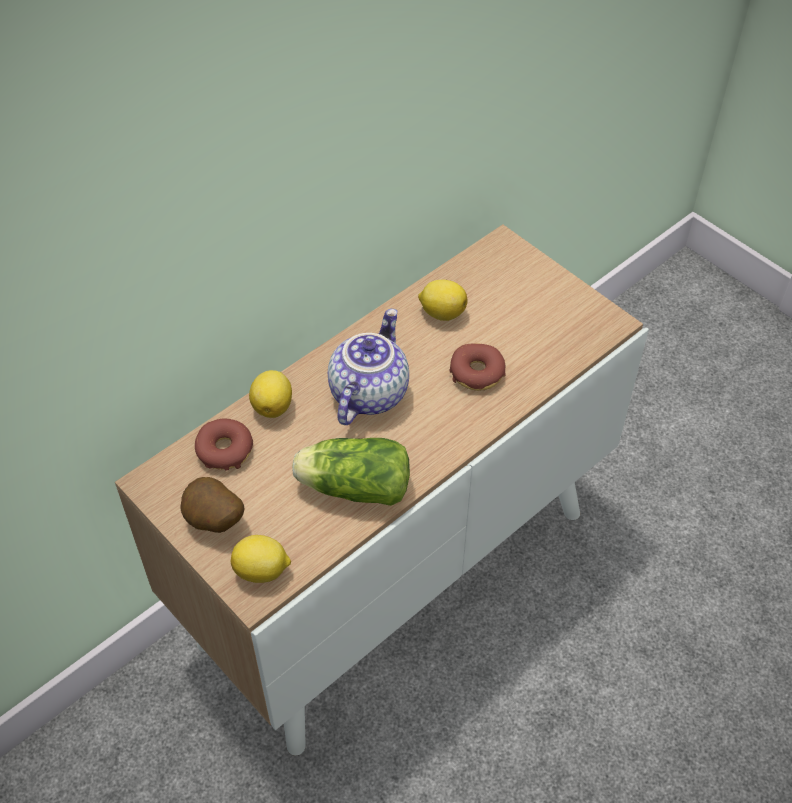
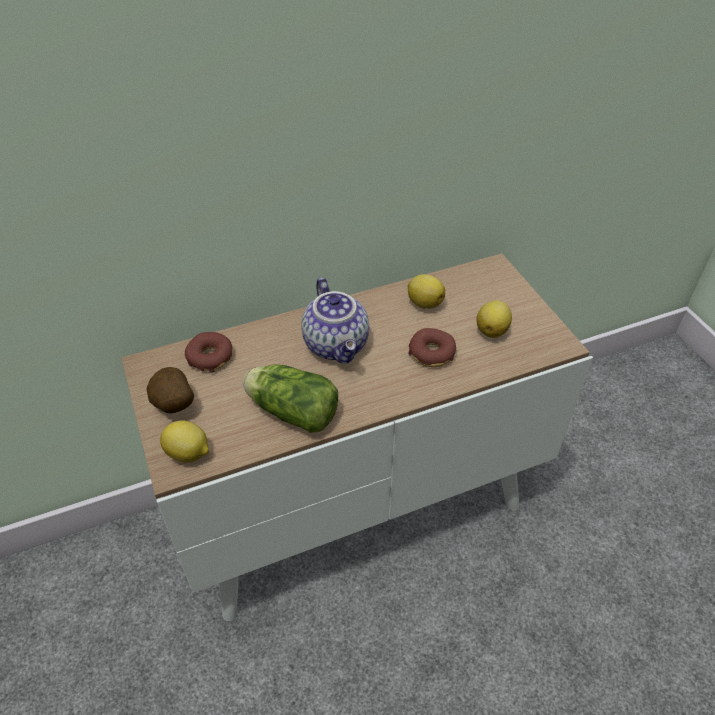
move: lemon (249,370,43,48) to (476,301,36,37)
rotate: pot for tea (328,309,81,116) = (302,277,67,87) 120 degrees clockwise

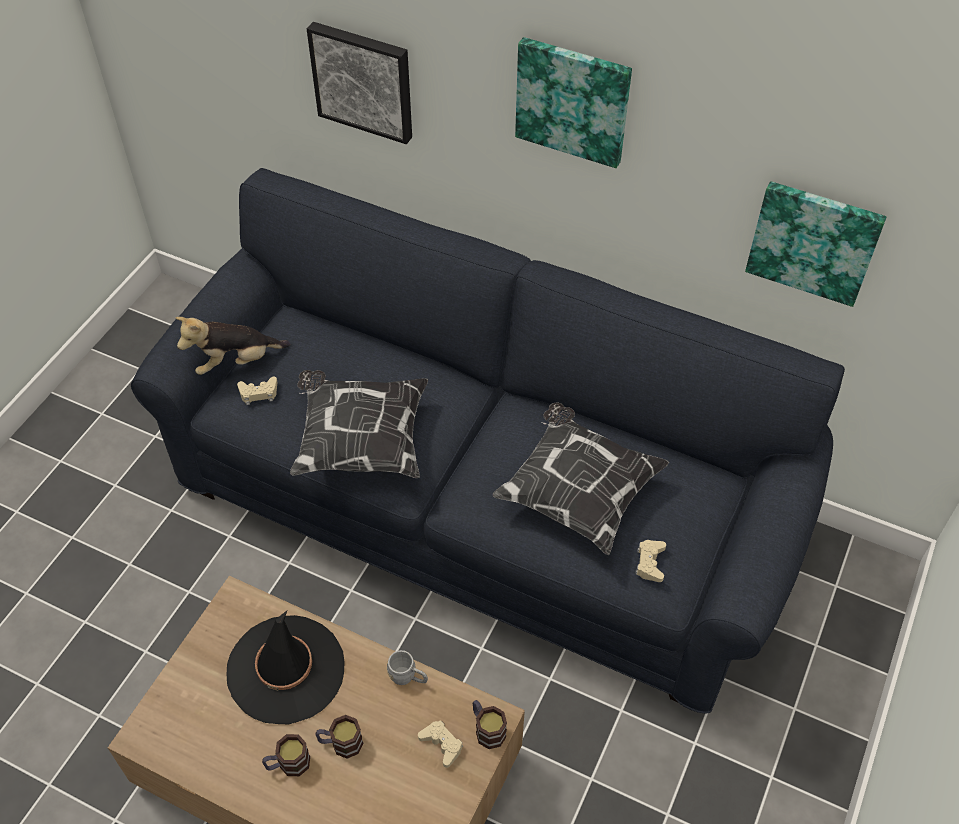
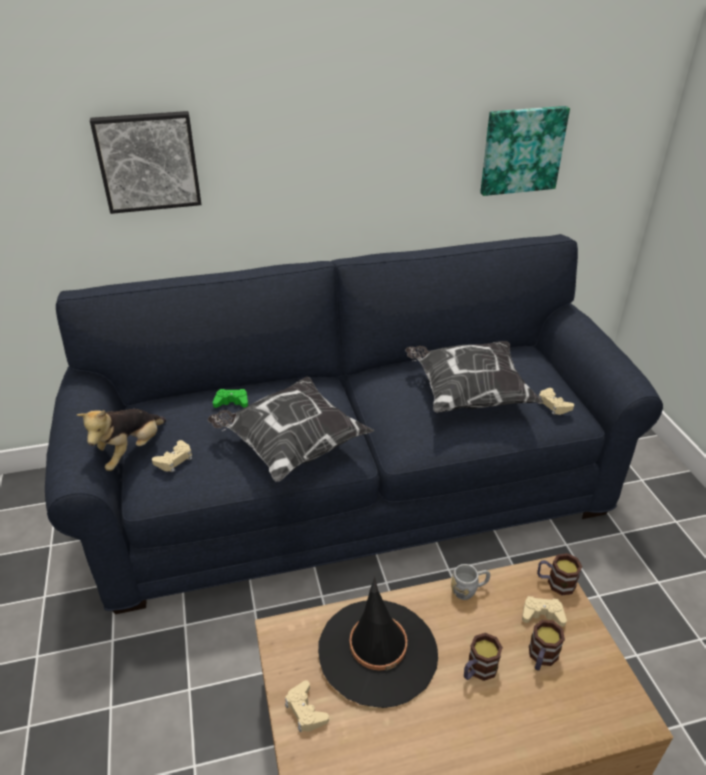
delete: wall art (515,37,117,131)
insert: game controller in greenish (213,389,35,19); game controller in beige-coloured (285,680,44,52)
move: coffee mug (262,734,48,42) to (529,620,36,51)

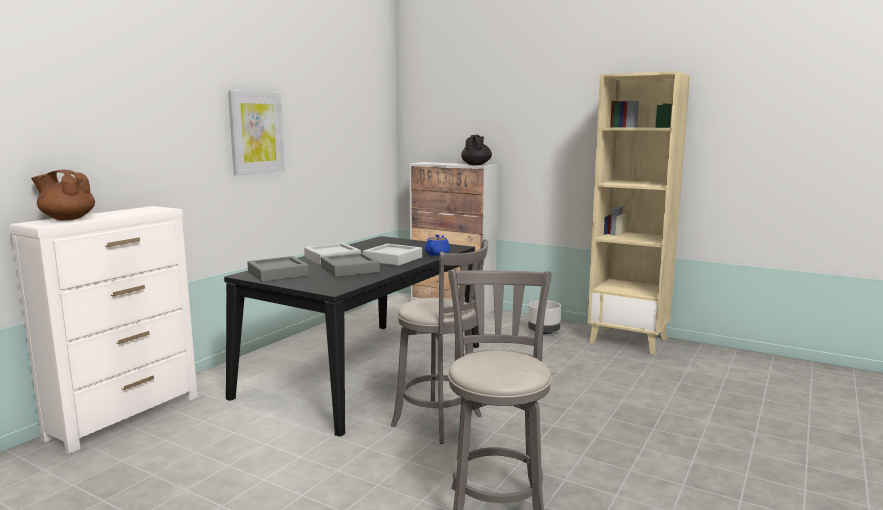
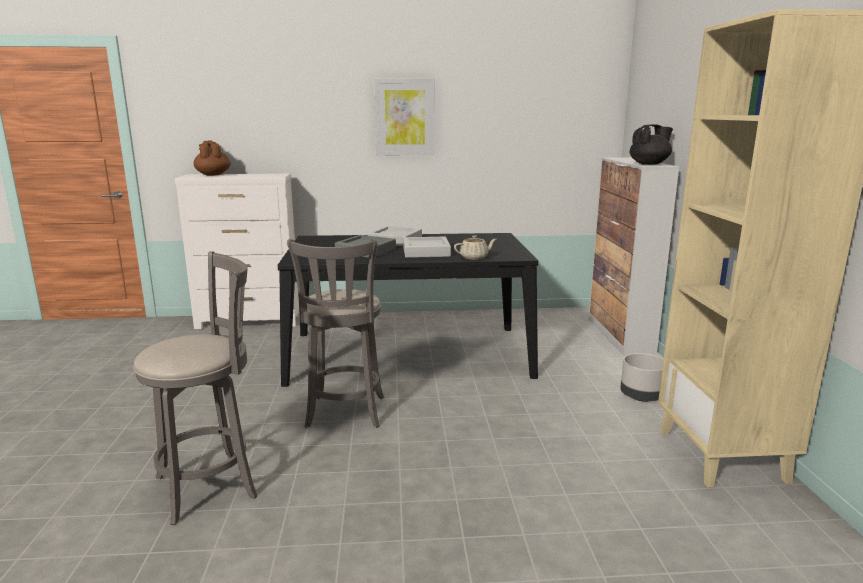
delete: carrying tray in greyish (247,256,62,26)
recolor: pot for tea in blue-coloured (425,235,25,21) to pot for tea in beige-coloured (454,235,42,25)

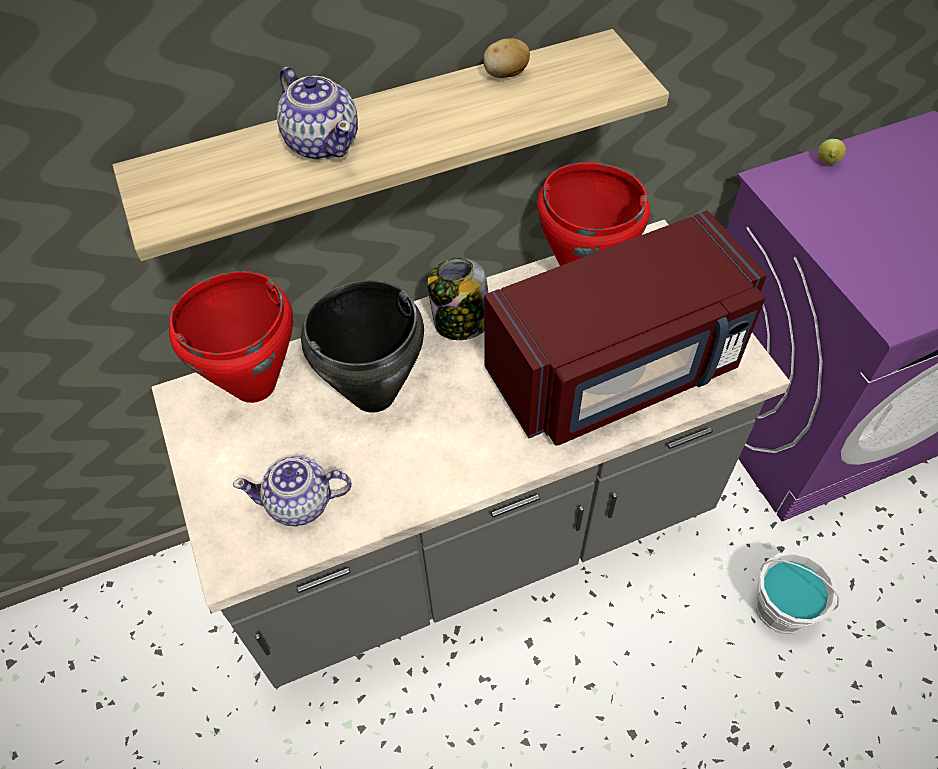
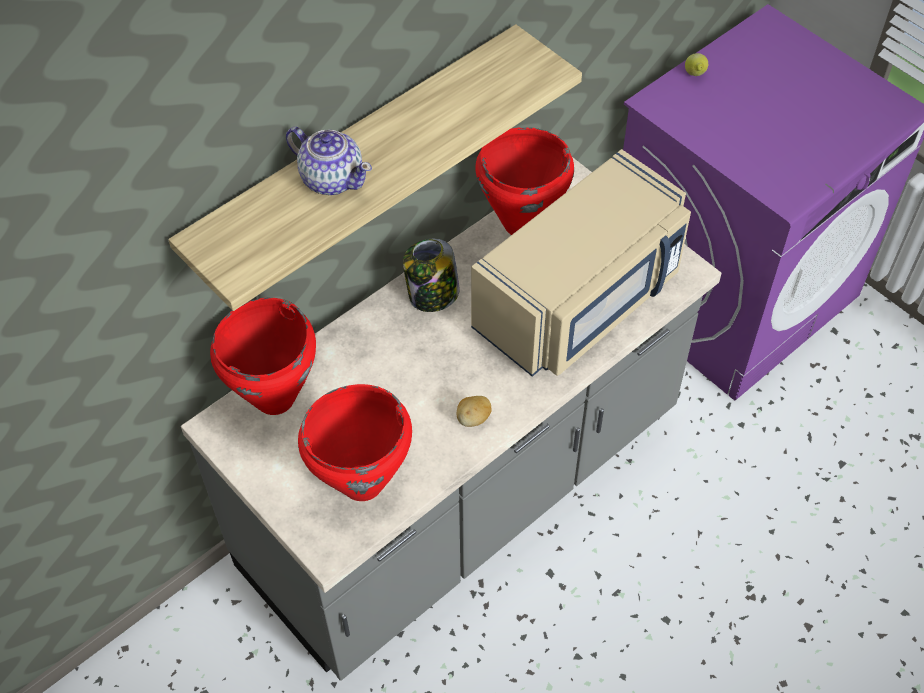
delete: cooking pot in black (301,280,123,133); water bucket in white (756,551,83,83)
move: spud (483,38,47,40) to (457,396,34,31)
replace: pot for tea (233,456,119,70) to cooking pot in red (298,384,114,117)
recolor: microwave in red (484,210,283,236) to microwave in beige-coloured (471,149,220,228)

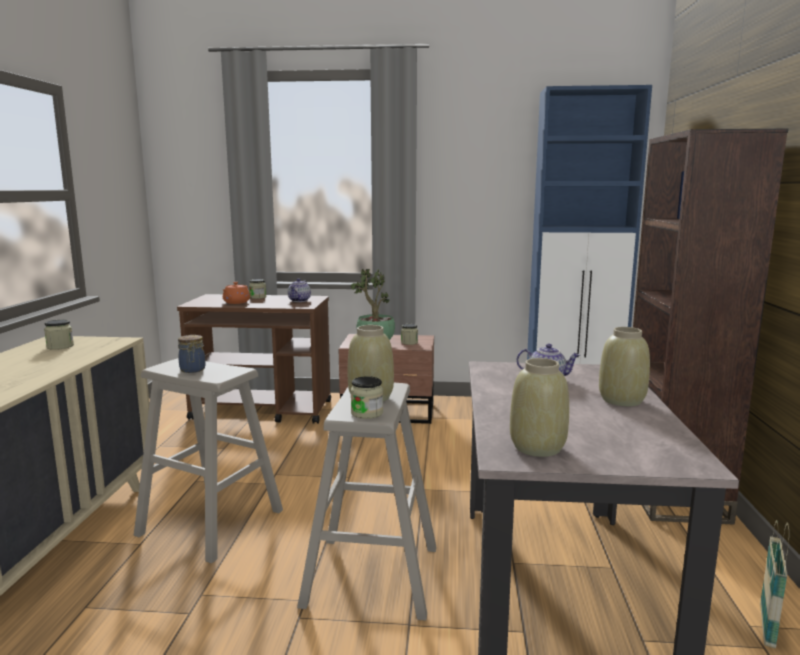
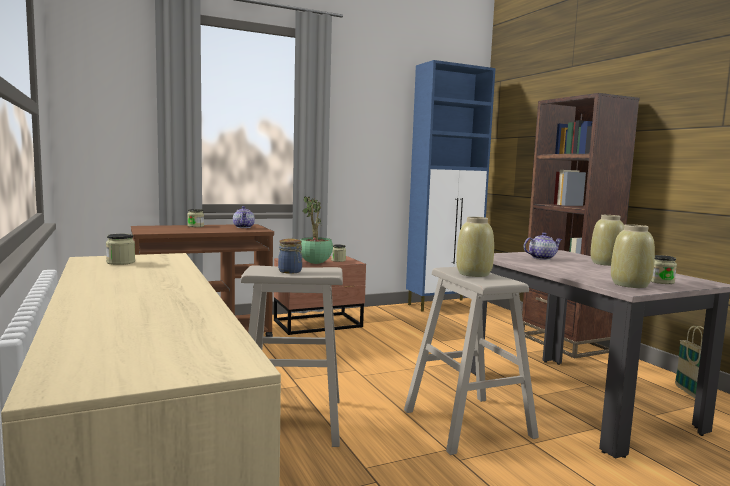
delete: pot for tea in orange-coloured (223,282,27,22)
move: jar (351,376,32,43) to (651,255,26,29)

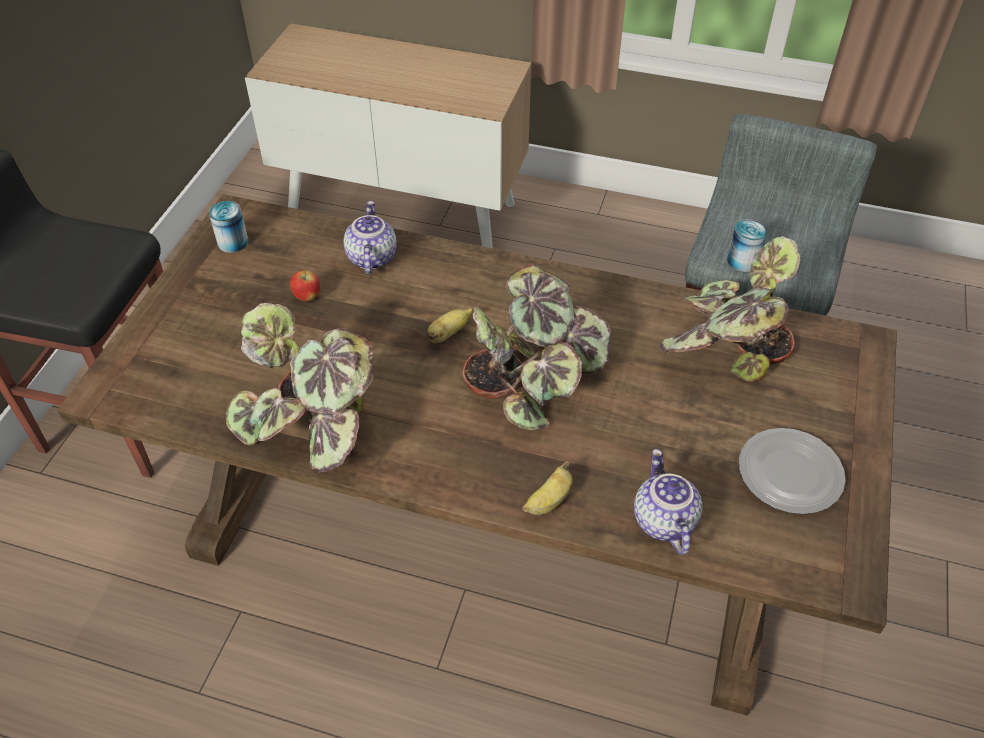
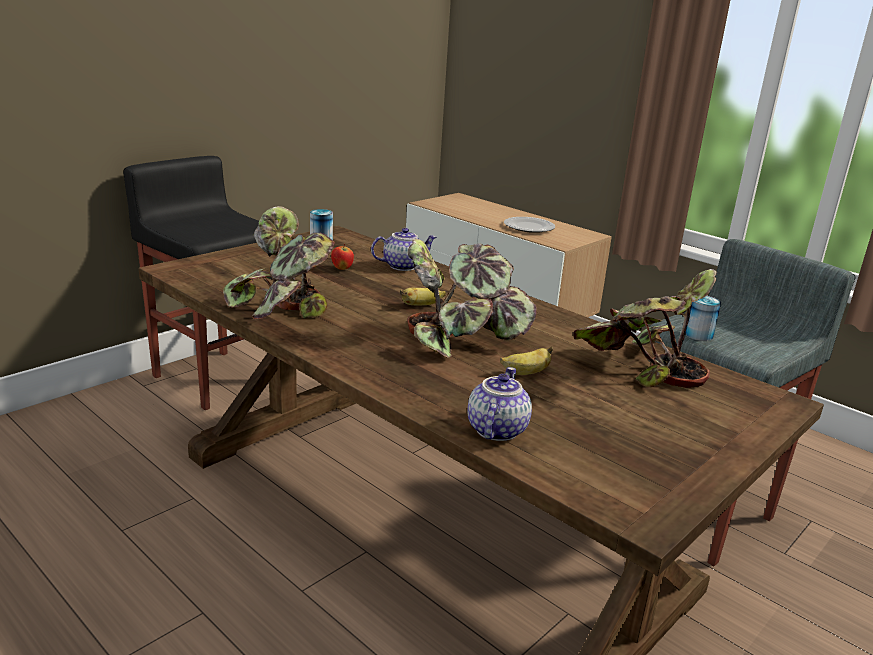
move: whole banana (523,461,50,54) to (500,347,53,28); flat dish (739,428,107,86) to (504,217,51,16)
rotate: pot for tea (343,201,54,73) = (371,228,66,43) 45 degrees clockwise

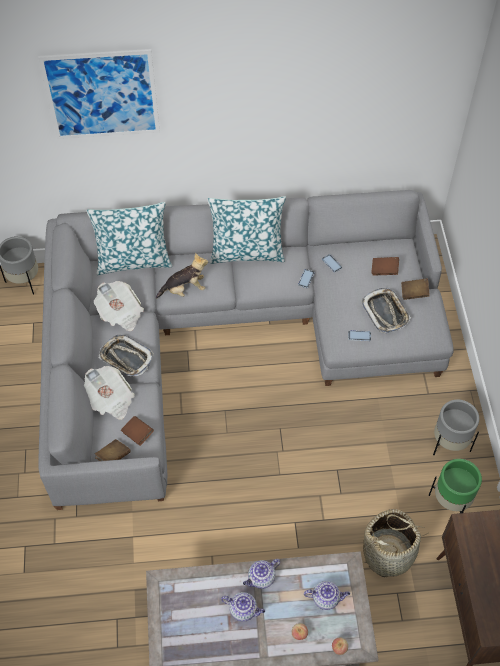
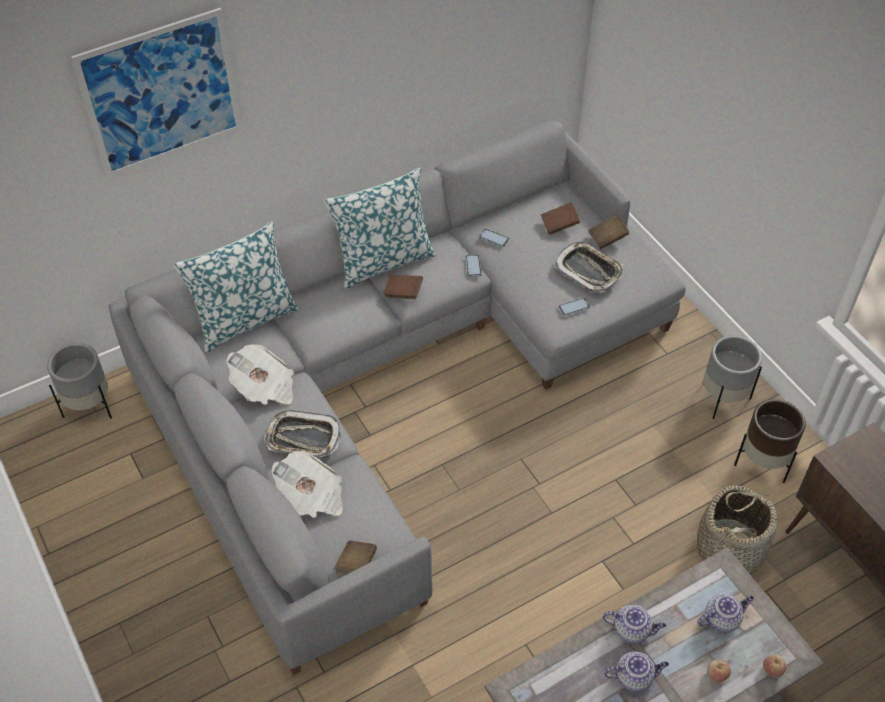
delete: soft toy (156,253,52,46)
move: volume in brownish (121,416,33,30) to (383,275,40,24)
recolor: flower pot in greenish (429,459,53,54) to flower pot in brownish (734,399,72,84)
rotate: pot for tea (243,559,37,30) = (603,605,63,39) 105 degrees counterclockwise

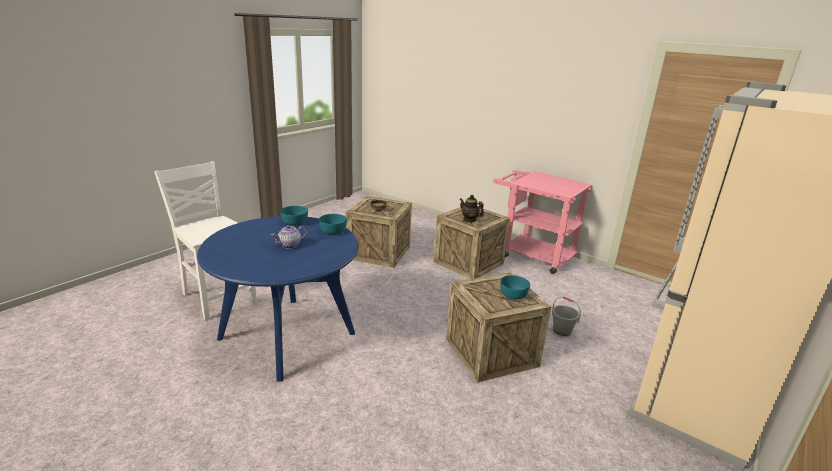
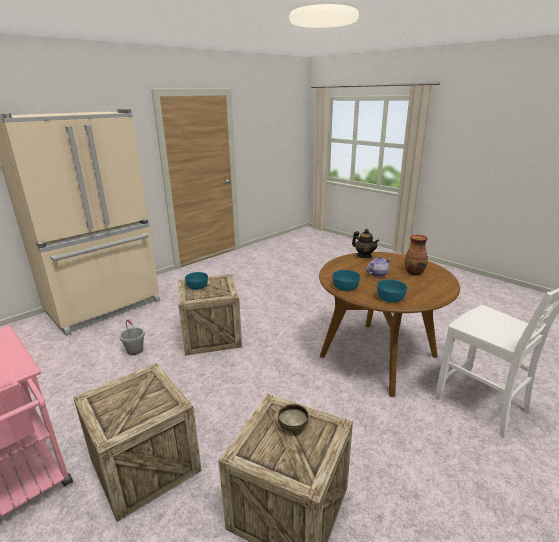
insert: decorative vase (405,235,23,40)
move: pot for tea (459,195,25,27) to (352,229,27,29)
recolor: kitchen table in blue-coloured (197,216,162,166) to kitchen table in brownish (319,252,141,145)

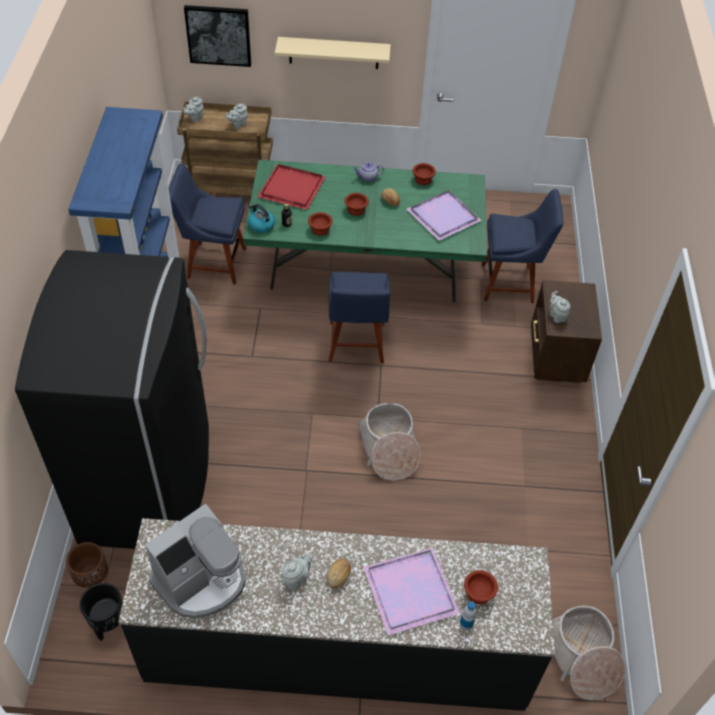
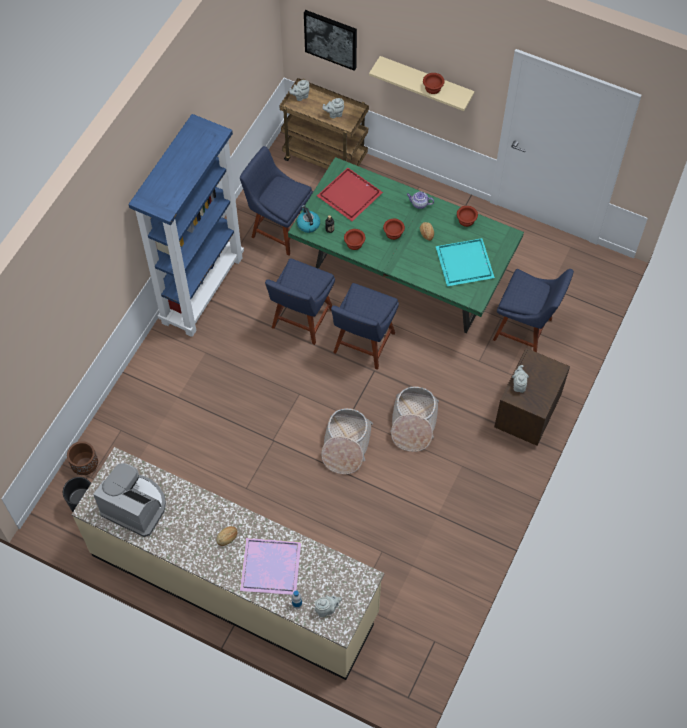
delete: refrigerator in black (15,250,194,299)
insert: upright chair in blue-coloured (265,258,70,87)
move: pot for tea in greyish (281,554,32,37) to (315,595,27,22); serving bowl in brownish (464,570,34,34) to (423,73,22,21); storage basket (553,606,72,94) to (390,386,49,66)
recolor: kitchen base unit in black (118,518,437,193) to kitchen base unit in beige-coloured (71,447,313,233); carrying tray in purple-coloured (407,190,75,51) to carrying tray in turquoise (436,238,59,48)
rotate: coffee maker (145,504,101,115) = (93,463,73,74) 135 degrees counterclockwise

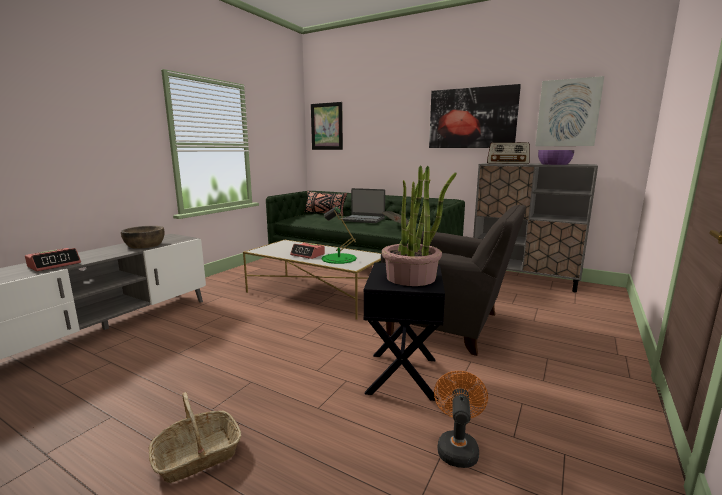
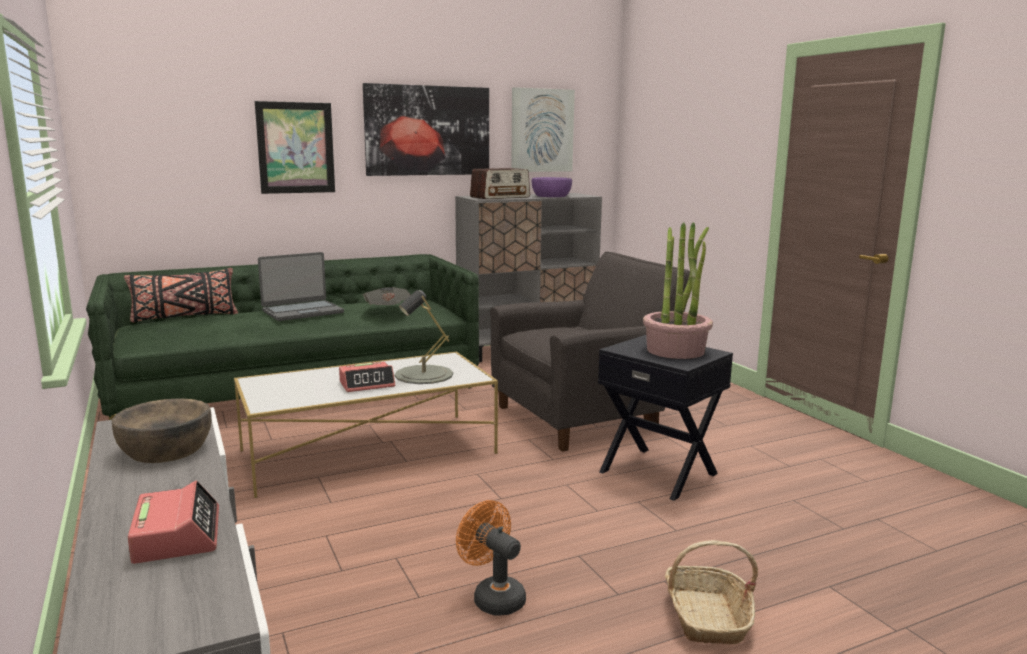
move: wall art (311,102,32,48) to (255,101,80,93); cooling fan in orange-coloured (434,371,54,97) to (456,500,70,116)
recolor: table lamp in greenish (321,206,36,58) to table lamp in greyish (395,290,58,94)

